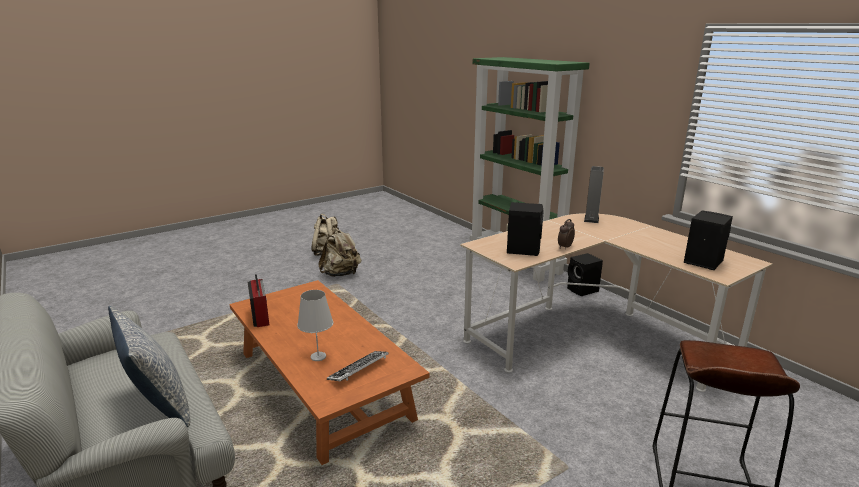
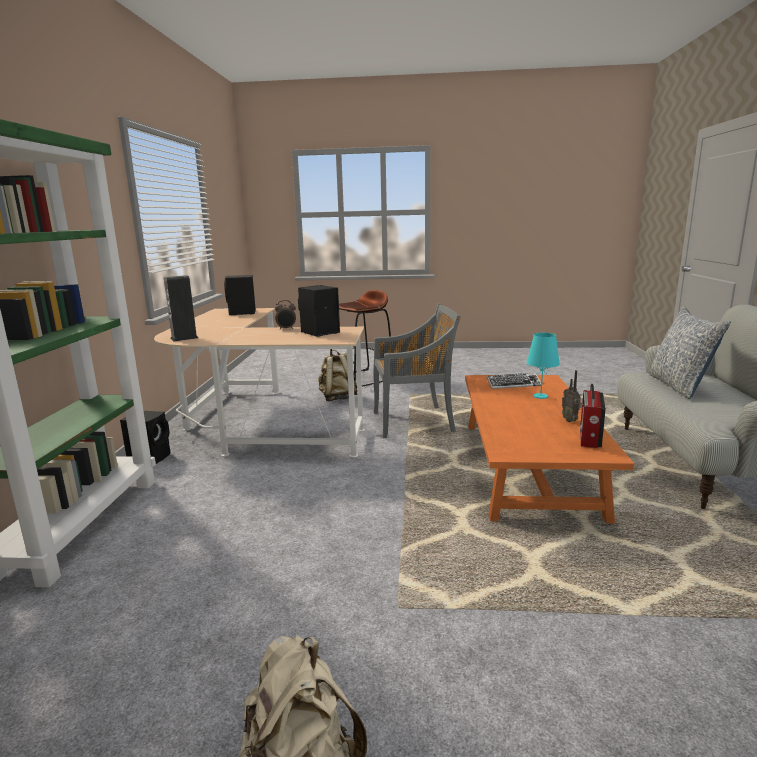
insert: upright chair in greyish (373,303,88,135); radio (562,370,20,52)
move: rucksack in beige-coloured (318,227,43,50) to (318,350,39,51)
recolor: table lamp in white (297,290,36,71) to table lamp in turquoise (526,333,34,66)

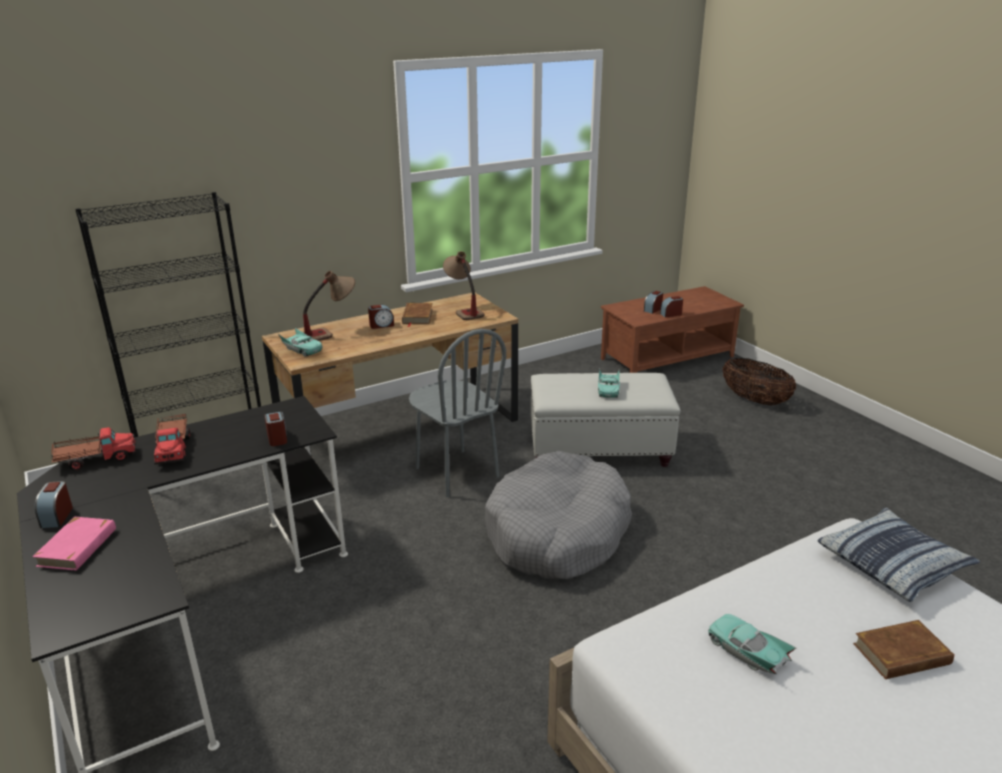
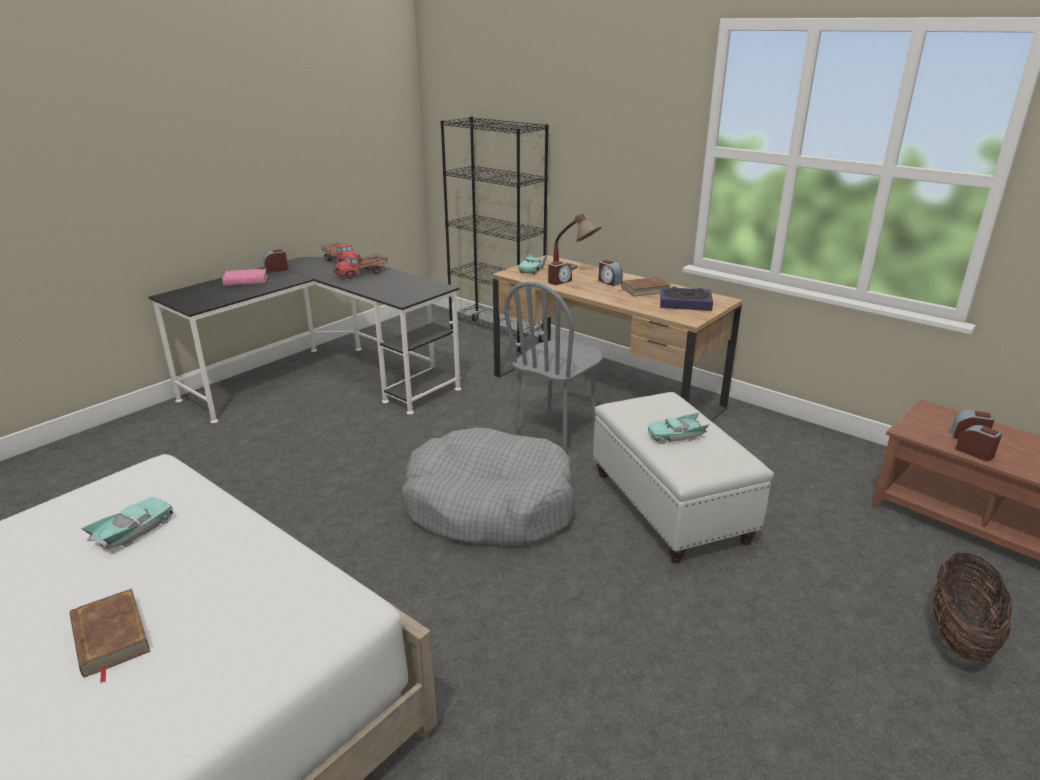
delete: throw pillow (818,508,162,94)
move: table clock (264,412,23,34) to (548,261,24,24)
replace: table lamp (443,251,42,69) to volume (660,287,53,24)

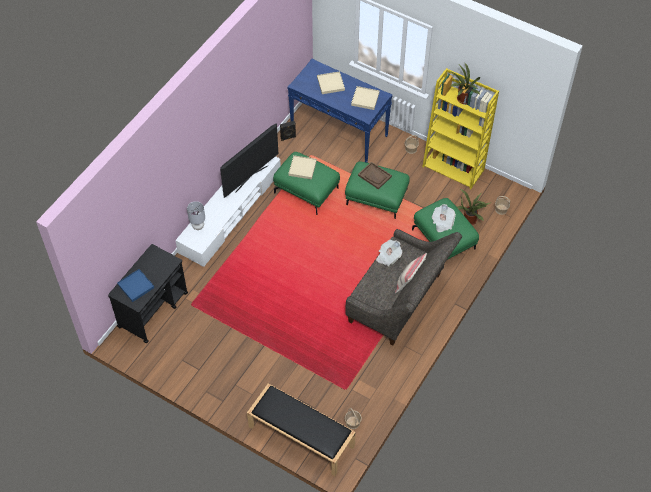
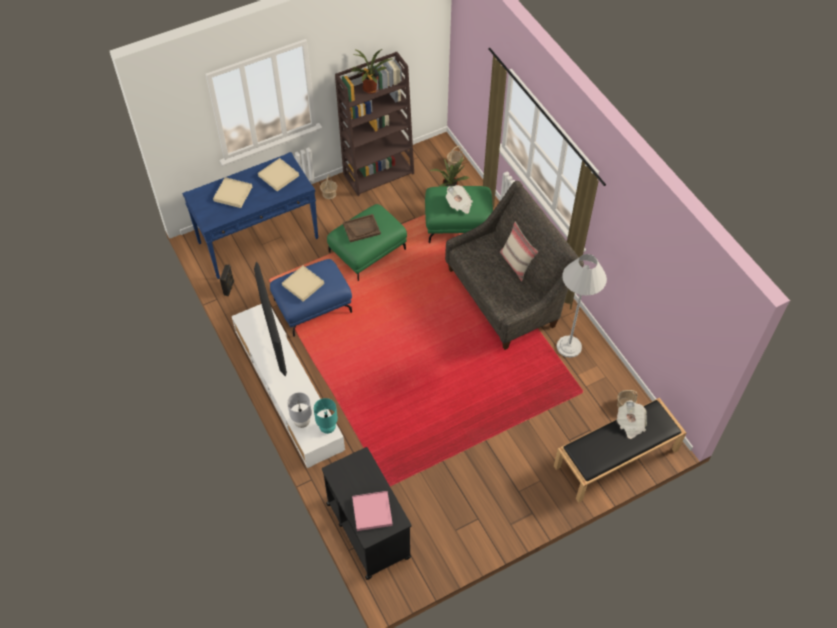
insert: table lamp in turquoise (314,398,24,36); standard lamp in white (556,254,51,104)
move: daily paper (376,240,26,26) to (617,400,30,39)
recolor: carrying tray in blue-coloured (117,269,37,33) to carrying tray in pinkish (352,491,41,40); ottoman in greenish (273,152,67,63) to ottoman in blue-coloured (270,259,82,78); bookshelf in yellow (422,68,77,121) to bookshelf in brownish (335,52,79,144)

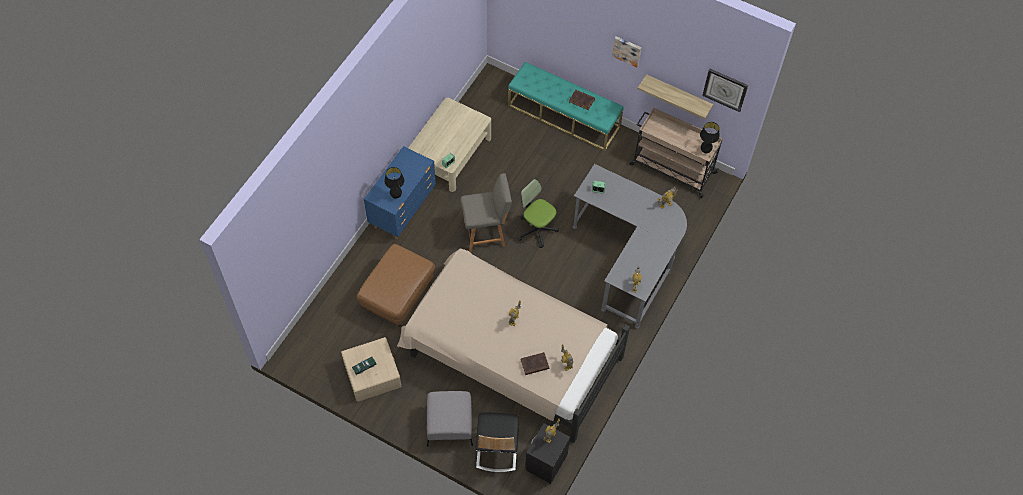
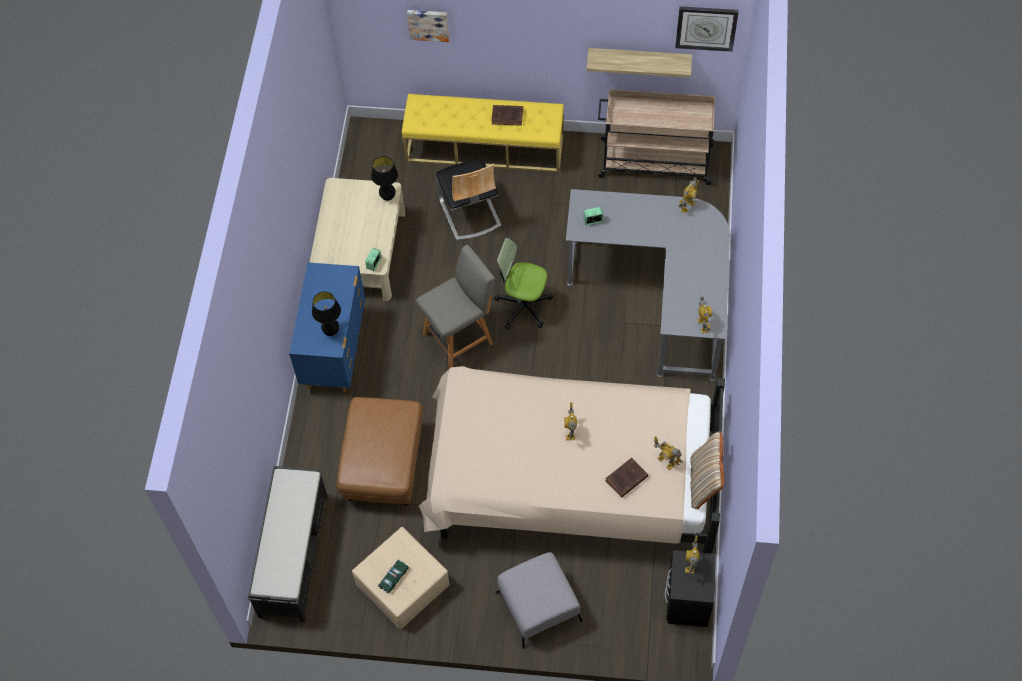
insert: long seat in black (248,466,79,156); throw pillow in beige-coloured (690,431,35,78)
move: upright chair (476,412,43,60) to (436,159,66,81); wall art (612,36,29,31) to (407,10,42,32); table lamp in black (700,122,20,31) to (371,156,27,45)
recolor: long seat in turquoise (508,62,116,89) to long seat in yellow (402,94,162,78)

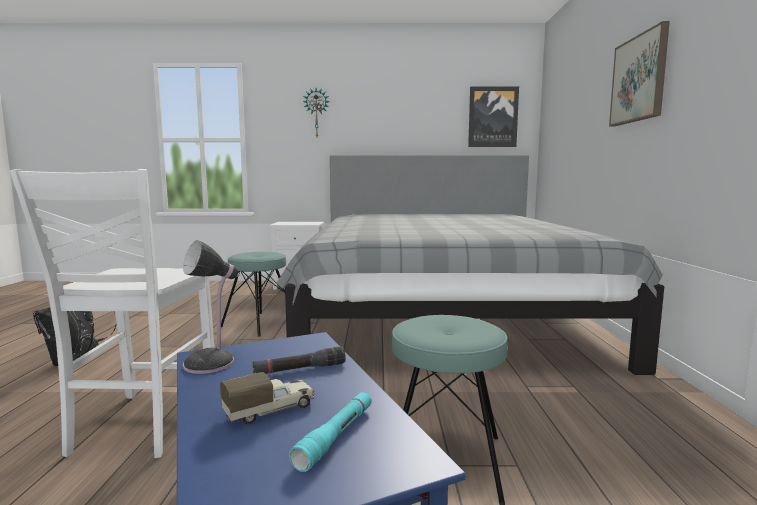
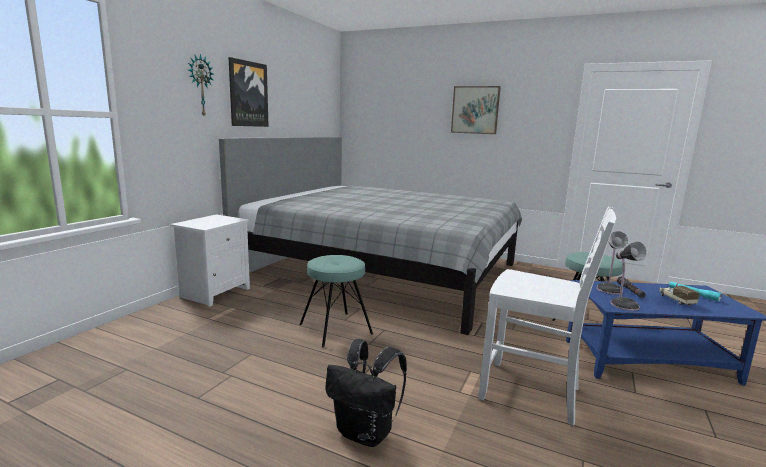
insert: table lamp (597,231,31,64)
move: wall art (468,86,51,61) to (228,57,41,70)

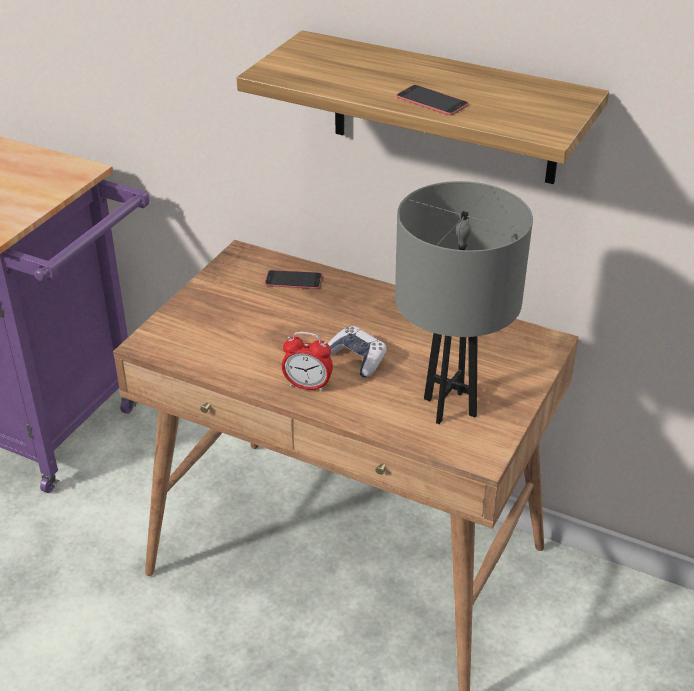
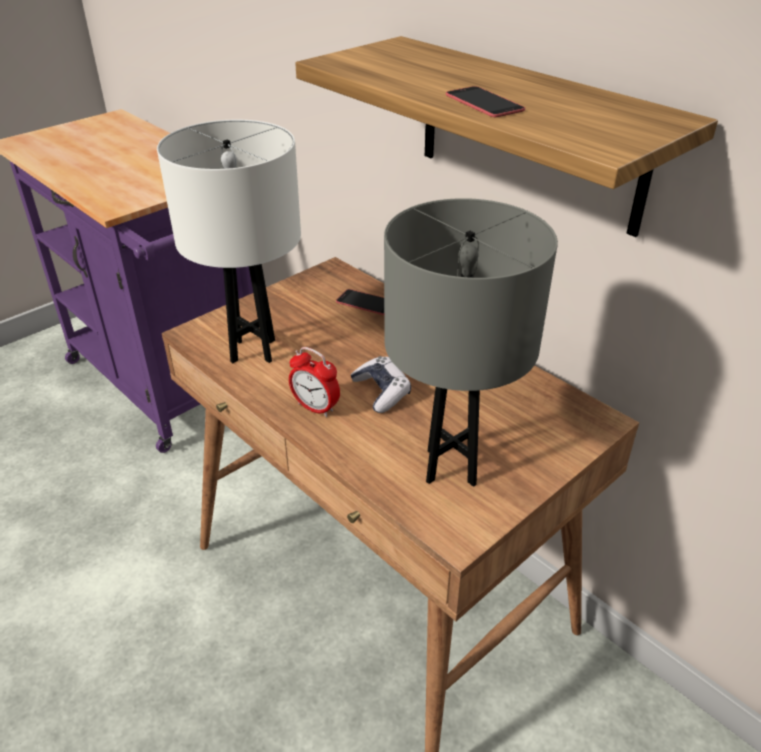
insert: table lamp in white (157,120,144,243)

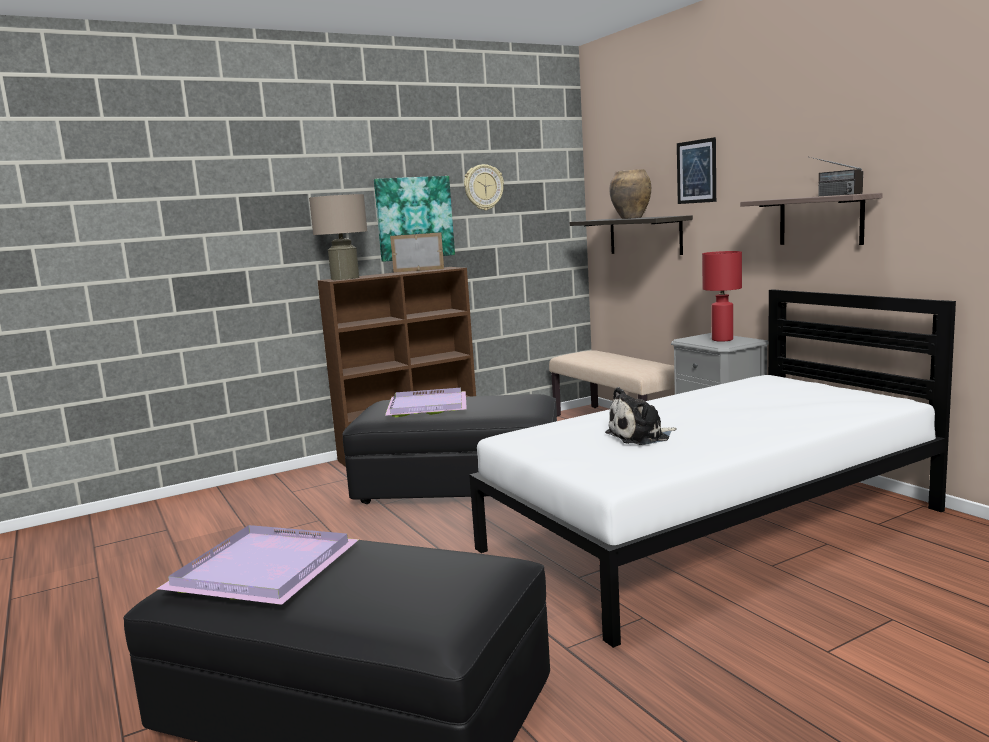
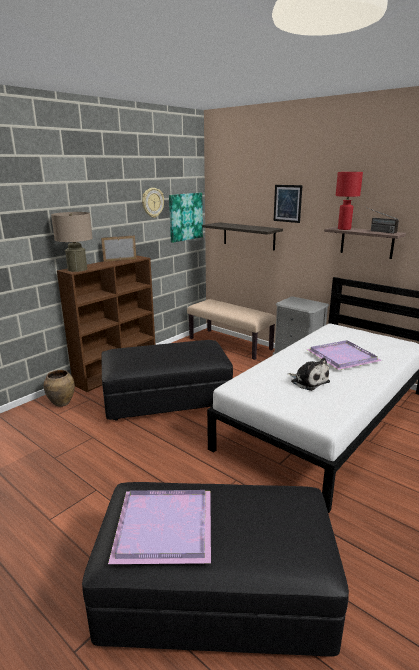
move: wall art (374,176,81,86) to (169,193,34,50); carrying tray in purple-coloured (385,388,82,29) to (306,340,76,30); decorative vase in brownish (609,169,42,50) to (44,370,31,37); table lamp in red (702,251,40,91) to (336,172,27,58)
rotate: soft toy (605,387,71,58) = (288,358,42,33) 90 degrees counterclockwise

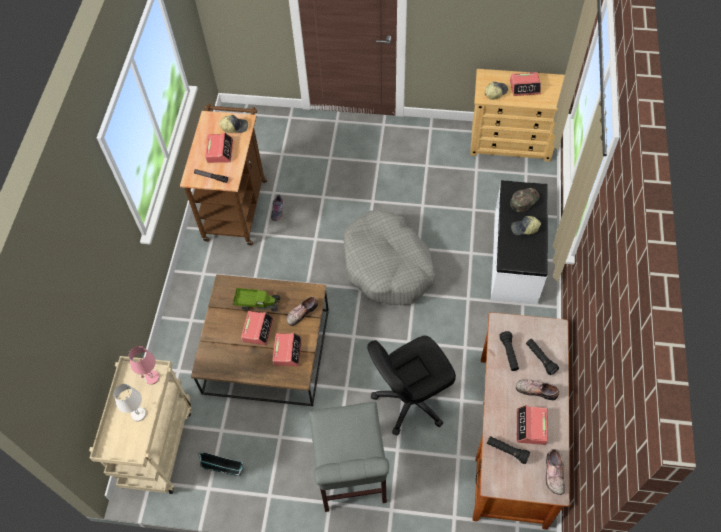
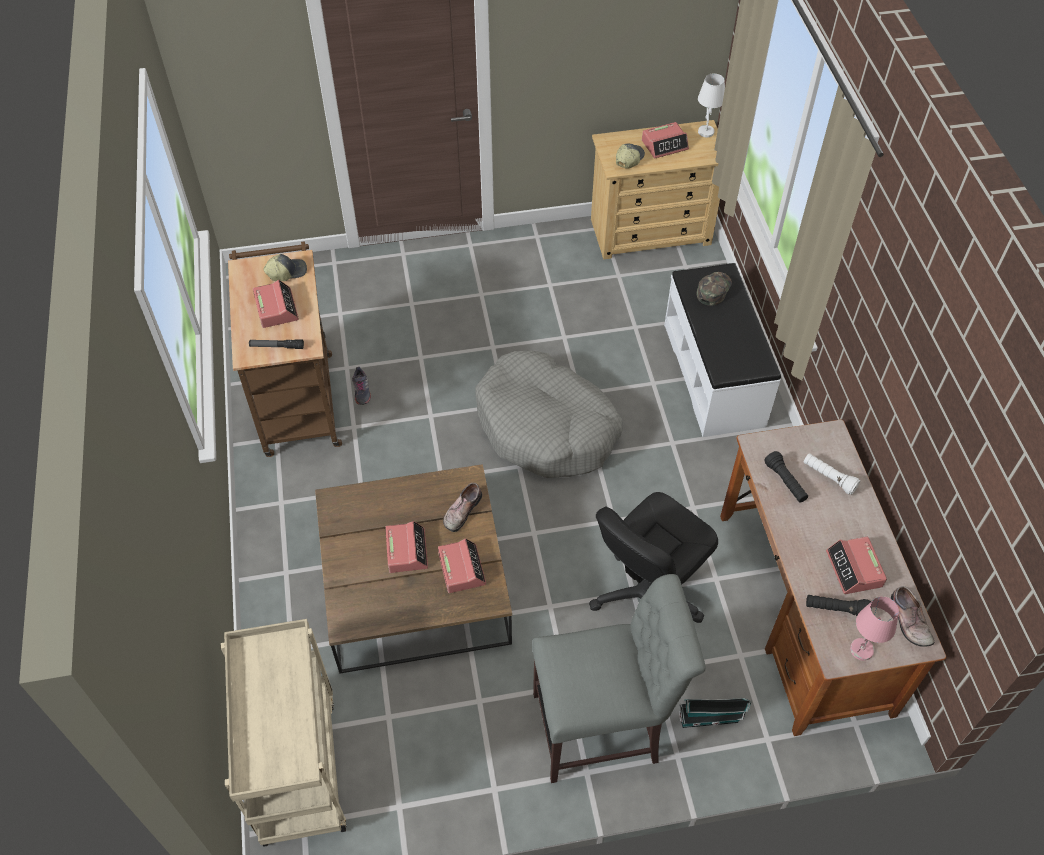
delete: model truck (233,288,47,24); baseball cap (511,216,30,19); shoe (516,379,43,21)
move: table lamp in white (114,384,32,38) to (698,73,27,65); table lamp in pinkish (129,346,31,39) to (850,597,49,64); toy house (198,452,46,24) to (679,698,73,30)
recolor: flashlight in black (526,339,33,36) to flashlight in white (804,453,56,42)
rotate: upright chair in greyish (309,402,80,110) = (532,574,174,209) 75 degrees counterclockwise

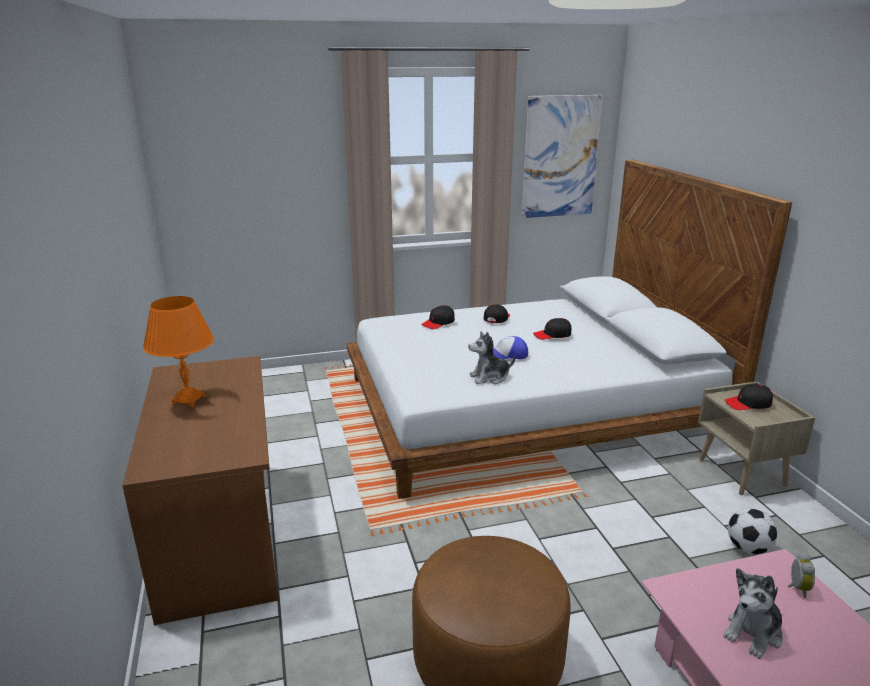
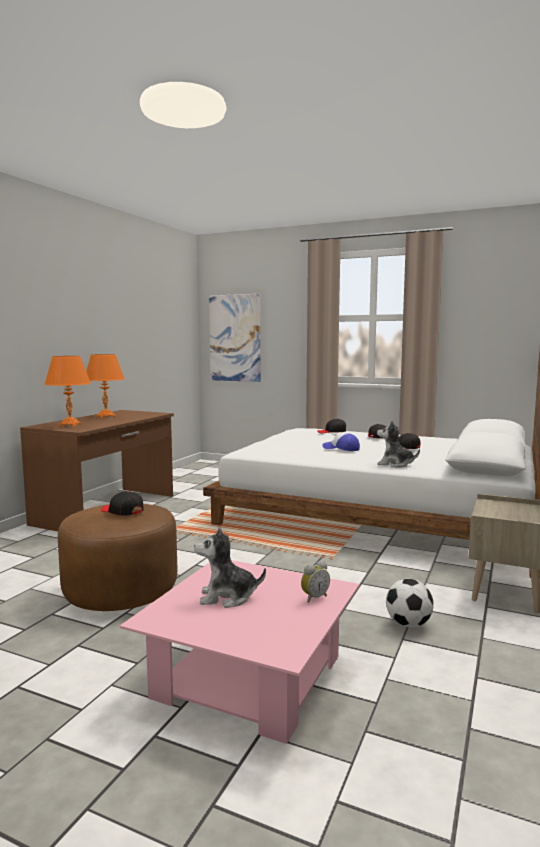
insert: table lamp in orange-coloured (44,356,47,71)
move: soft toy (468,331,48,53) to (377,420,43,48); wall art (522,95,81,123) to (209,294,52,88); baseball cap in black (725,384,48,26) to (101,491,43,25)

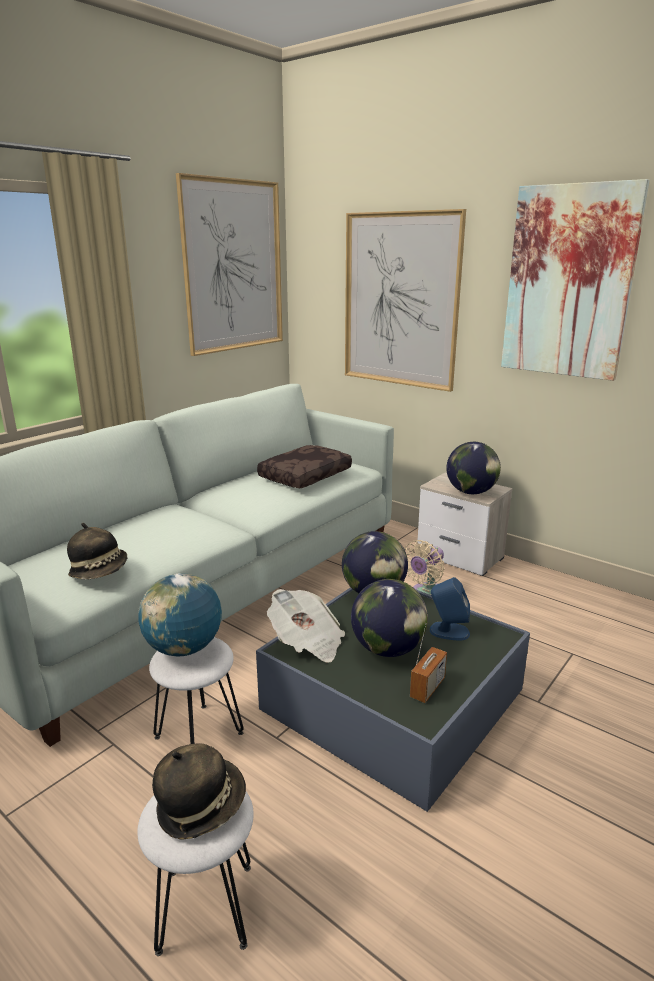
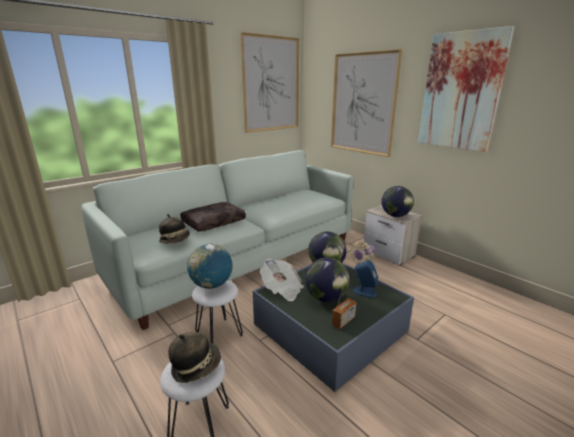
move: throw pillow in brownish (257,445,95,43) to (181,202,65,30)

